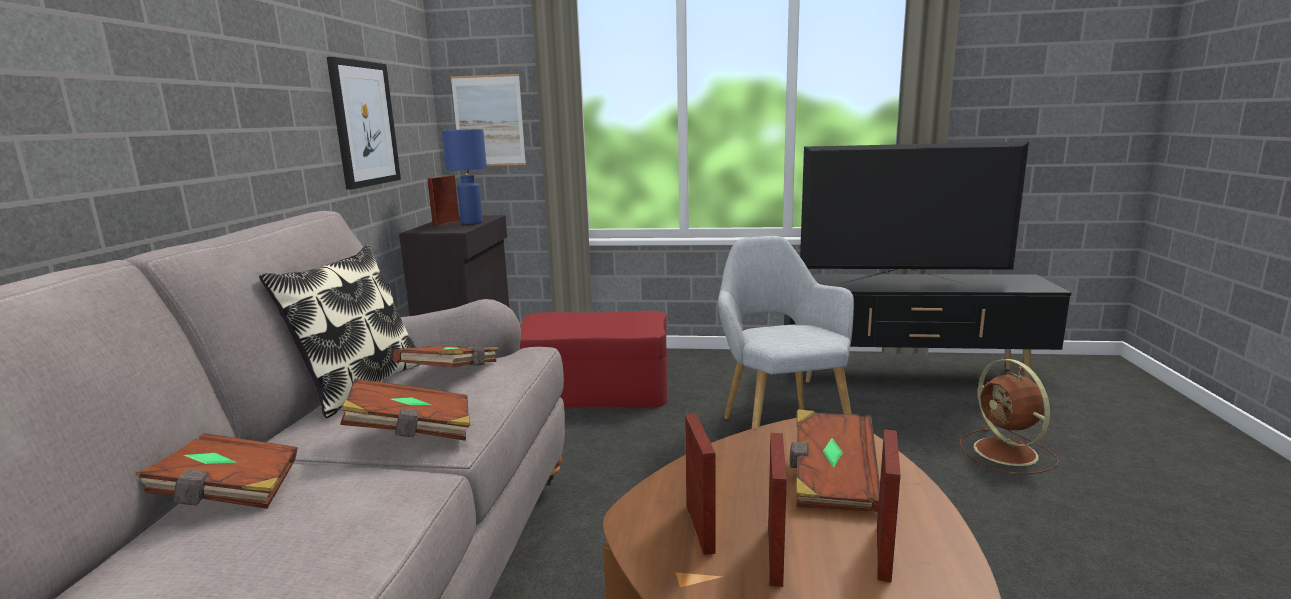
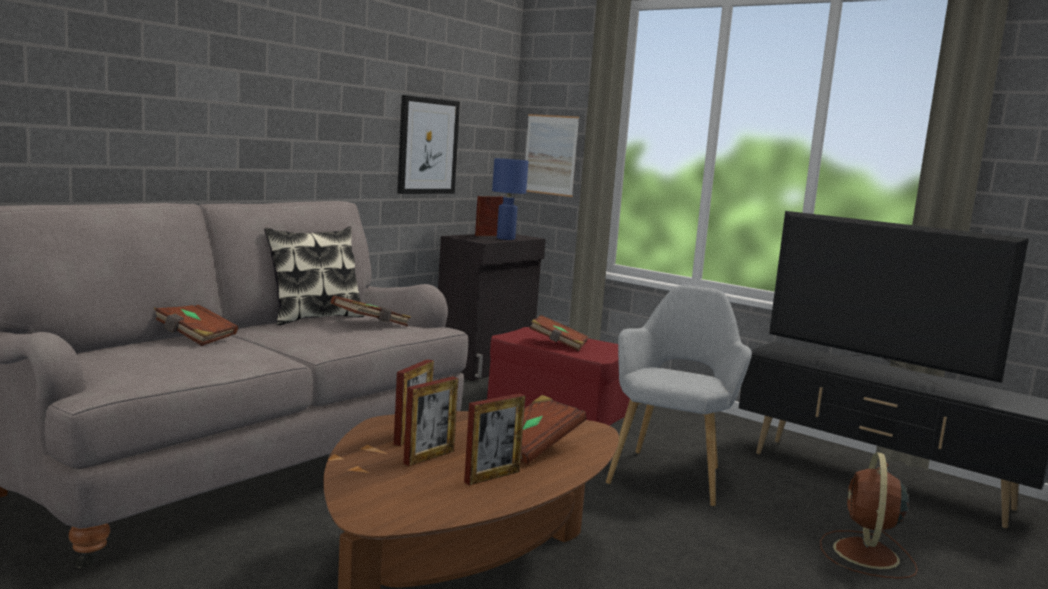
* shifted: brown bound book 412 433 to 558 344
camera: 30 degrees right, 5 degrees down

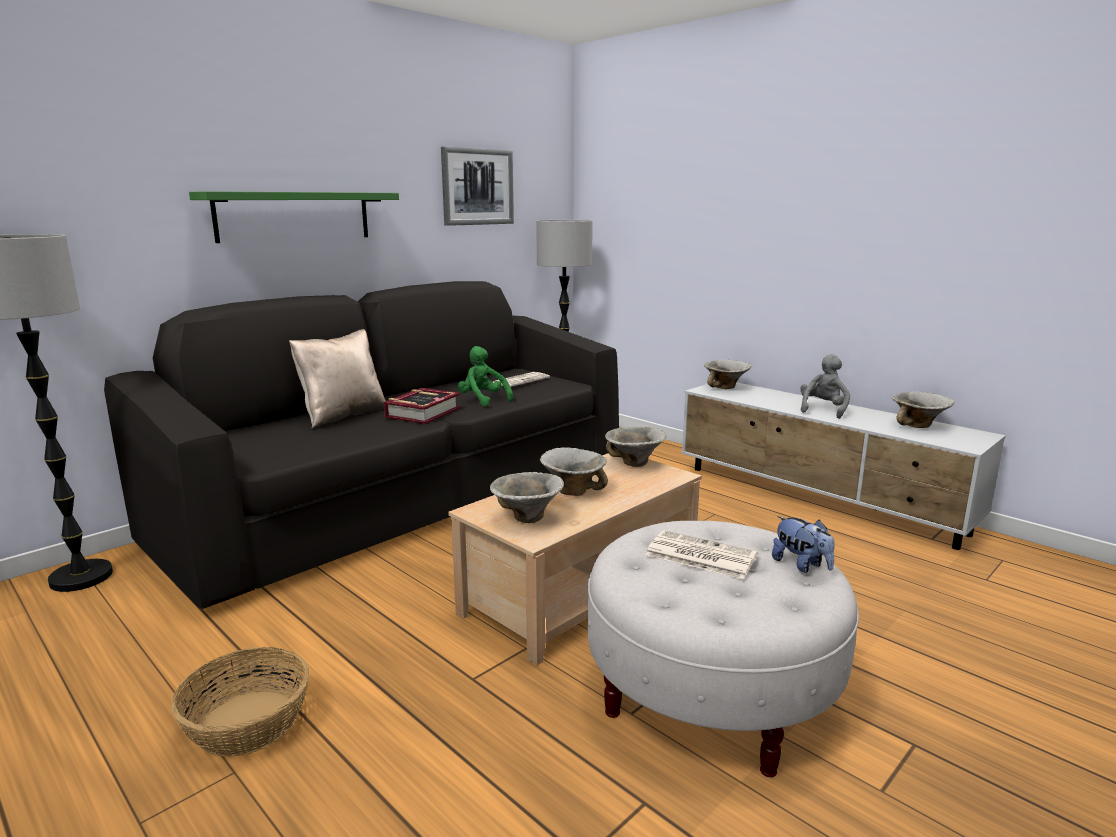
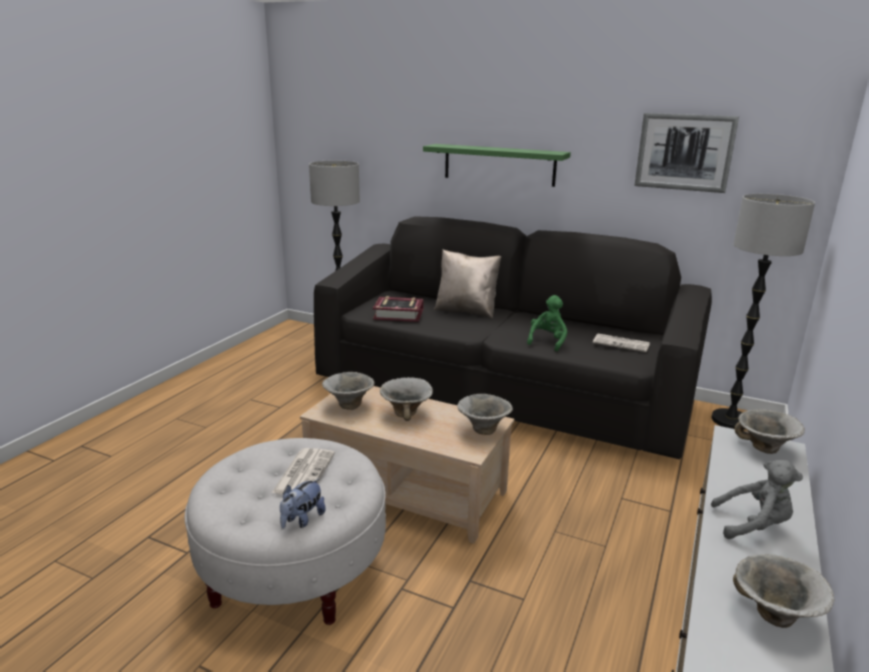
* gone: storage basket 247 723
* shifted: bound book 423 413 to 398 314
camera: 70 degrees right, 5 degrees up

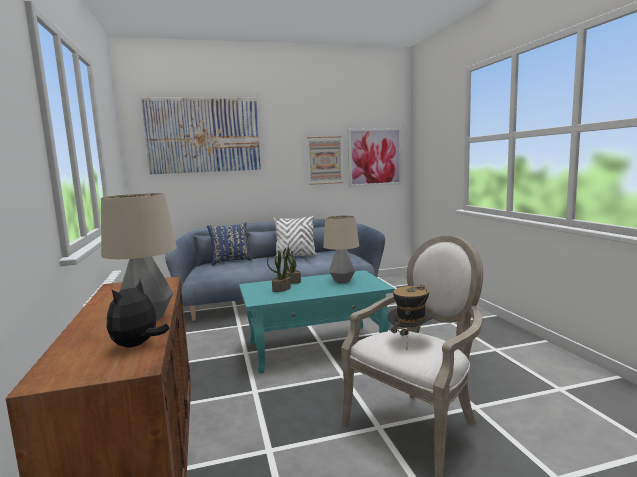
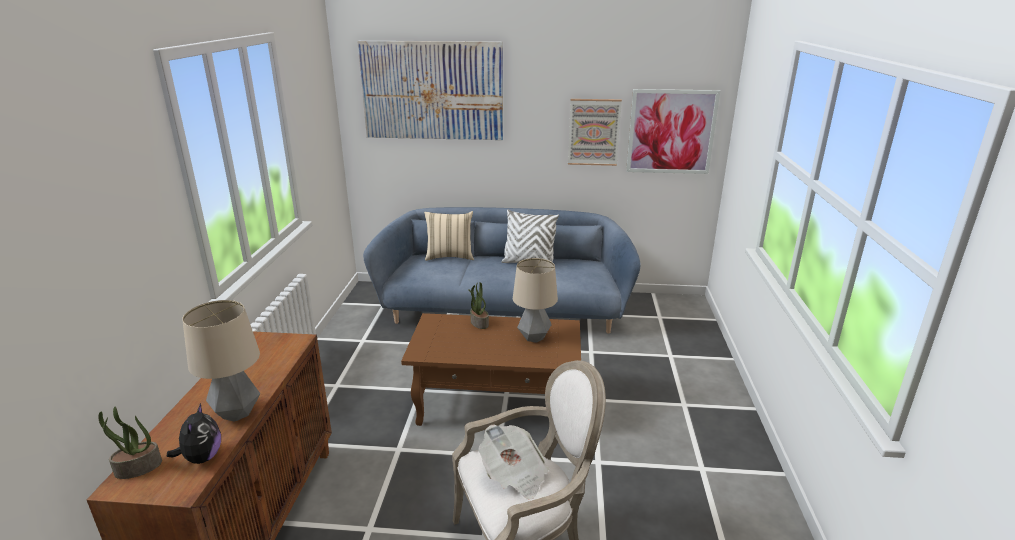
* rotated: soft toy 137 345 = 202 457 135 degrees clockwise
* repainted: blue pillow 230 261 to beige-coloured pillow 450 256
* repainted: blue-green lounge table 317 347 to brown lounge table 497 403
* shifted: potted plant 281 289 to 138 468
* swapped: wearable hat 411 341 to printed paper 514 475
camera: 20 degrees right, 15 degrees up

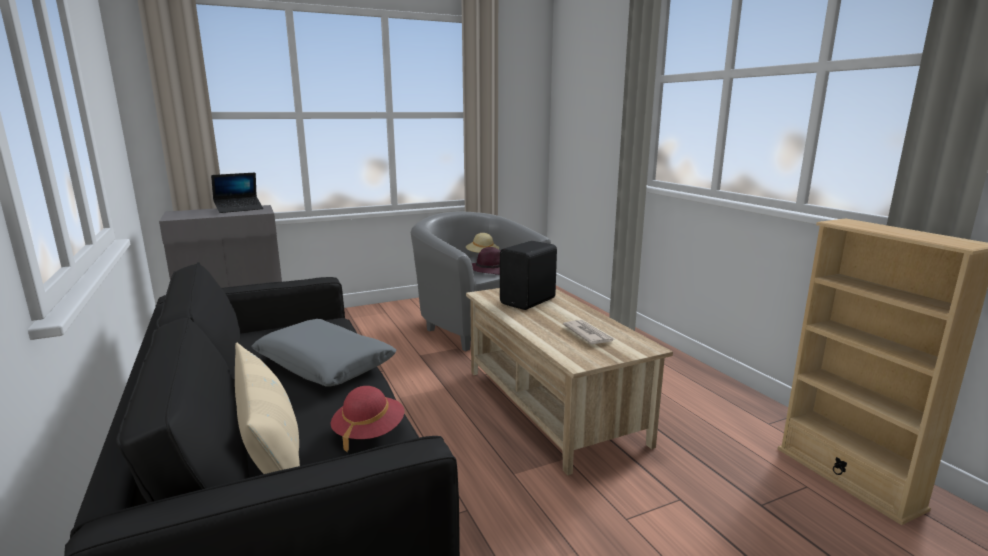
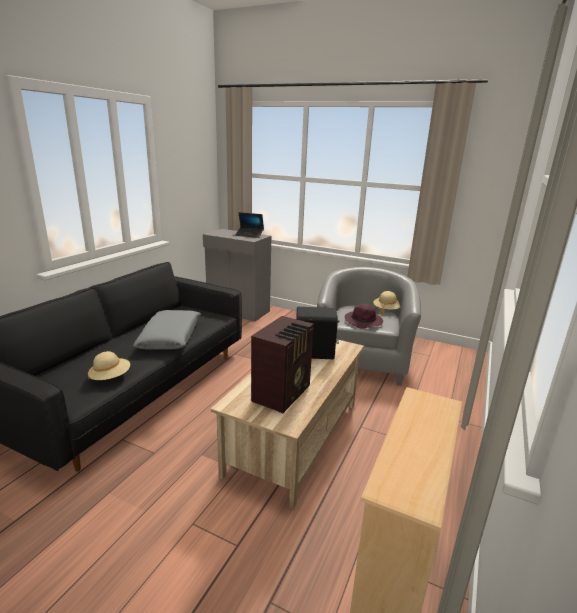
* gone: beige-coloured pillow 271 447
* repainted: red wearable hat 369 432 to beige-coloured wearable hat 110 377
* swapped: printed paper 588 334 to radio set 283 393
camera: 50 degrees right, 5 degrees up

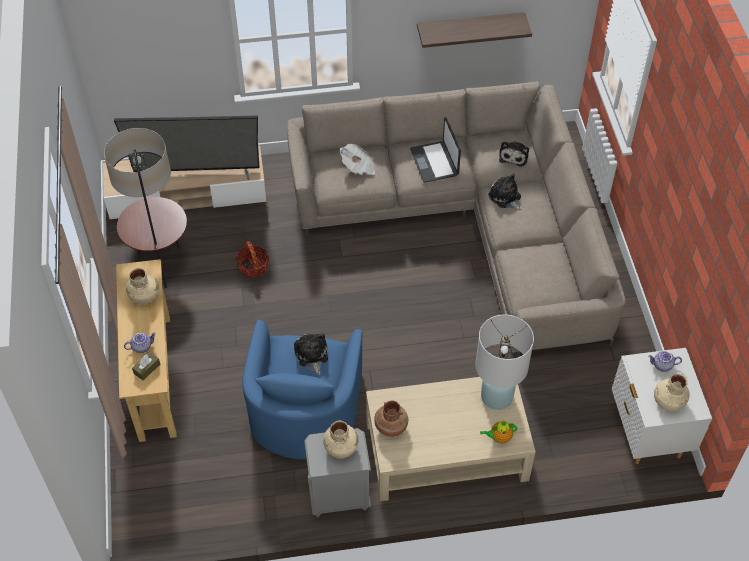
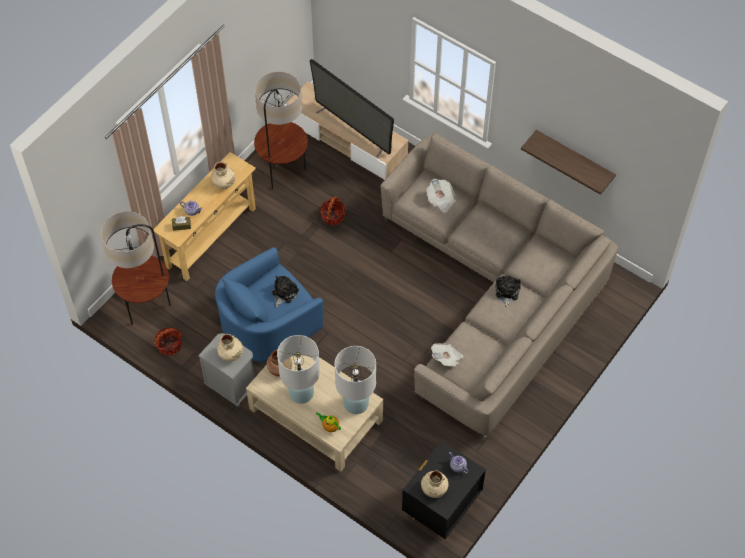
* gone: portable computer 435 162
* gone: soft toy 514 155
* repainted: white-coloured nightstand 648 434 to blackish nightstand 441 509
* new: standard lamp 148 308
* new: storage basket 169 345
* new: white-coloured table lamp 301 393
* new: printed paper 447 358
camera: 45 degrees right, 5 degrees up

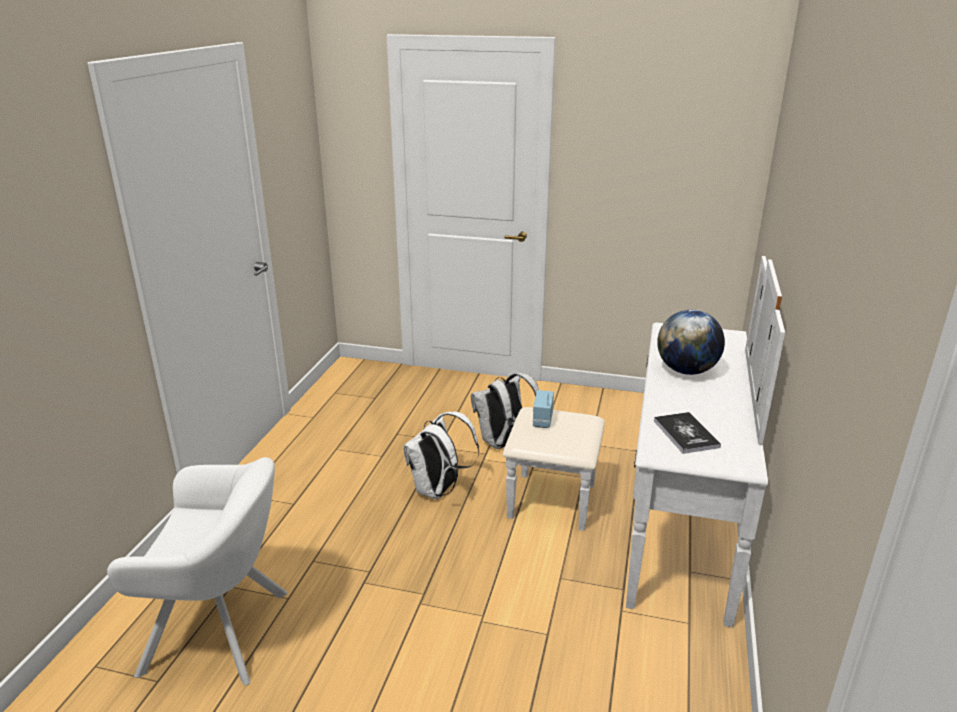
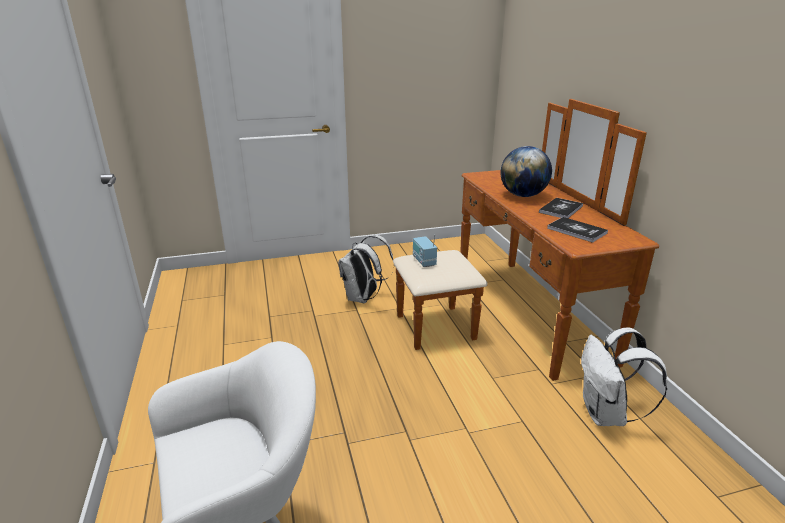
* shifted: white-coloured backpack 438 490 to 606 415
* repainted: white-coloured dresser 649 516 to brown dresser 508 316
* new: bound book 561 209
camera: 30 degrees left, 0 degrees up

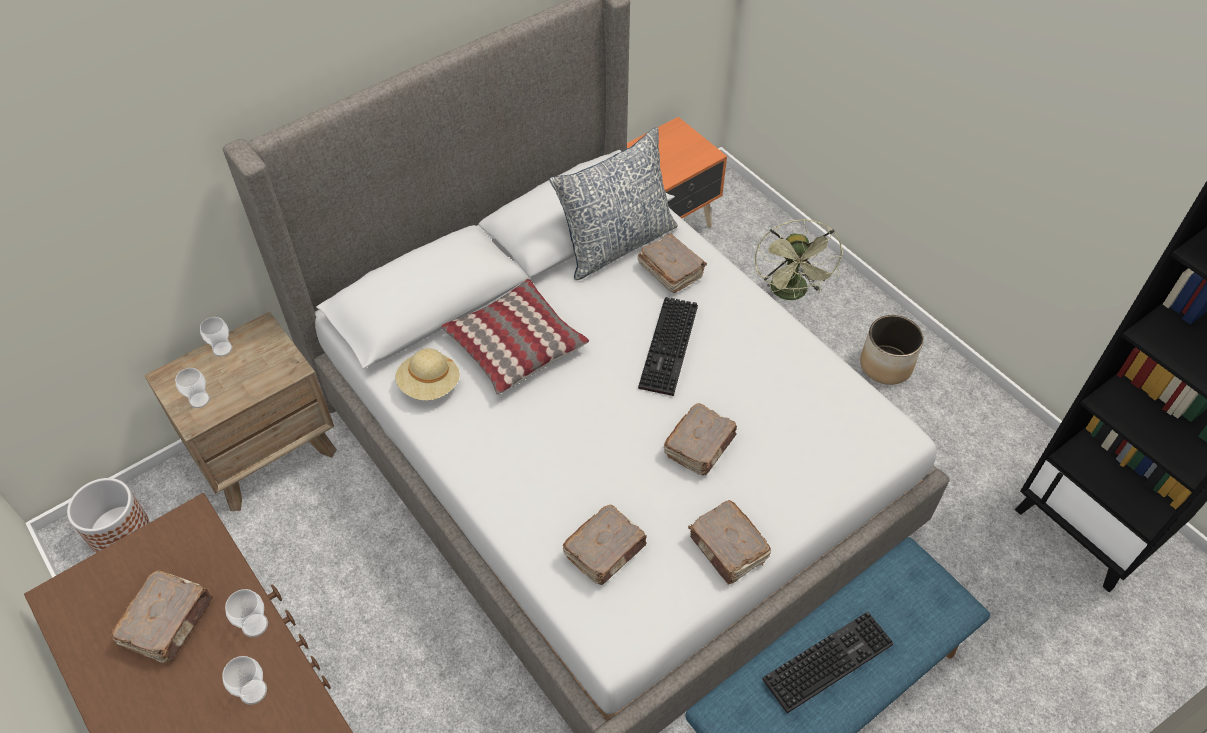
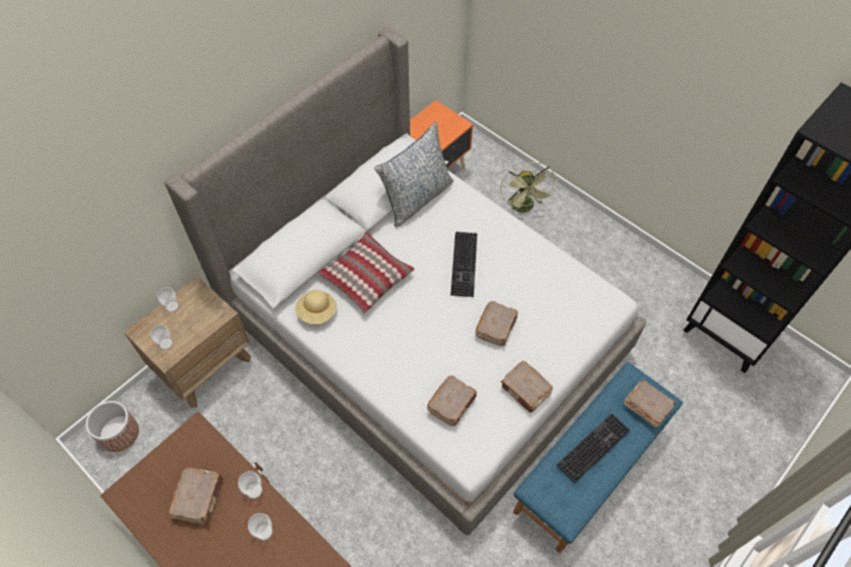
* shifted: brown bound book 670 270 to 646 406
* gone: plant pot 886 365
camera: 10 degrees left, 5 degrees up

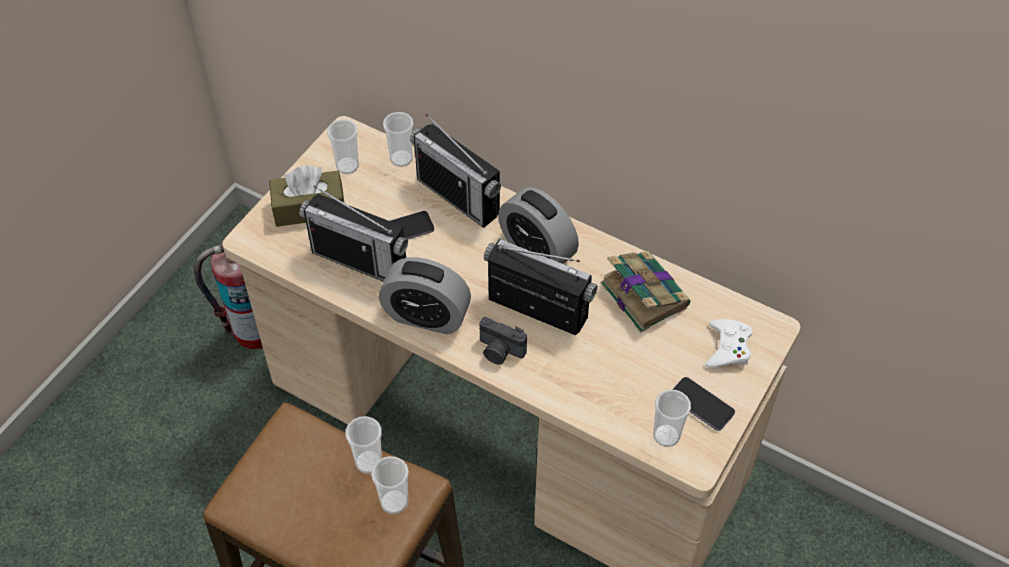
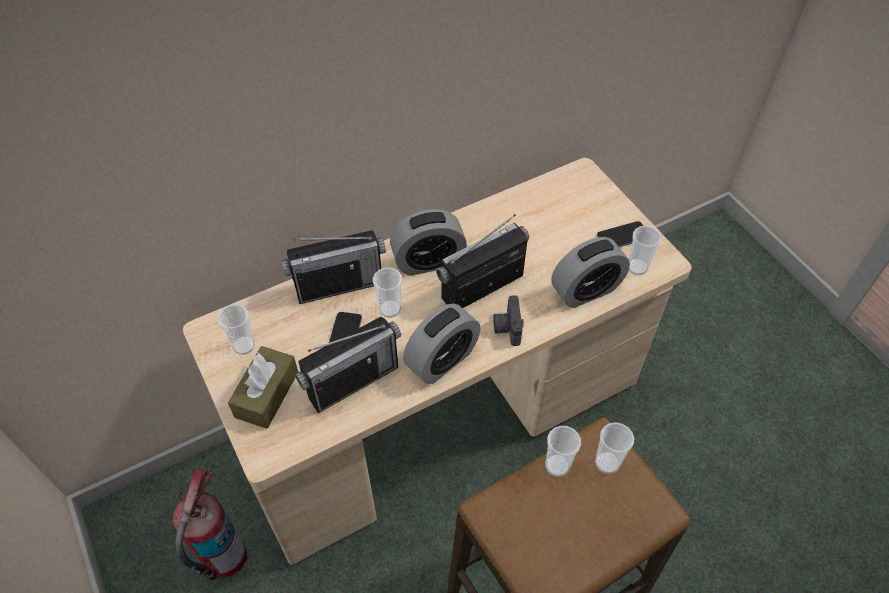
* shifted: small cup 401 158 to 390 309
* rotated: photo camera 499 351 = 507 328 120 degrees clockwise
* gone: bound book 643 293
* gone: white-coloured joypad 727 348
* new: table clock 586 290
camera: 60 degrees left, 0 degrees up

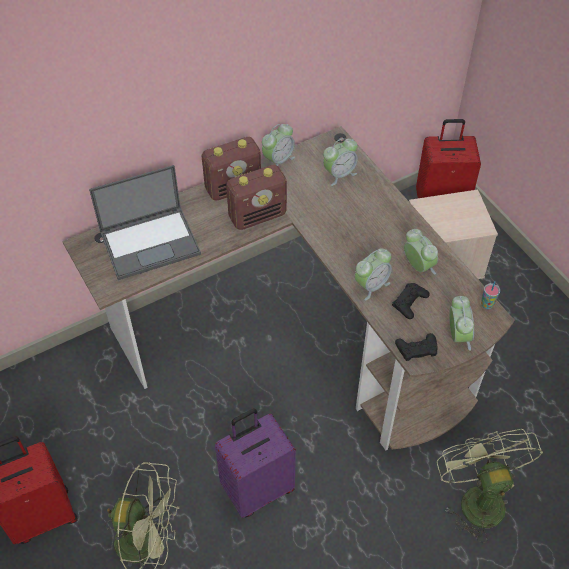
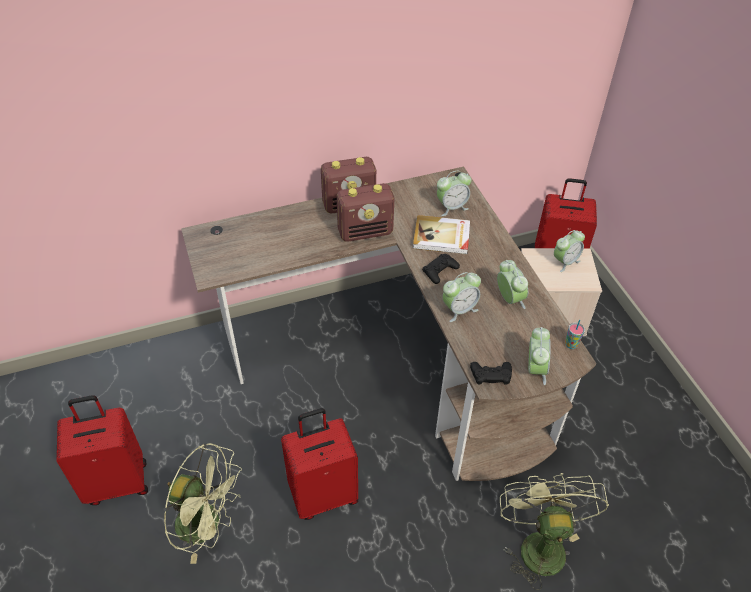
* gone: portable computer 151 242
* repainted: purplish suitcase 257 488 to red suitcase 323 494
* shifted: table clock 278 160 to 565 262
* shifted: blackish joypad 409 302 to 440 271
* new: bound book 442 237
camera: 10 degrees right, 5 degrees down

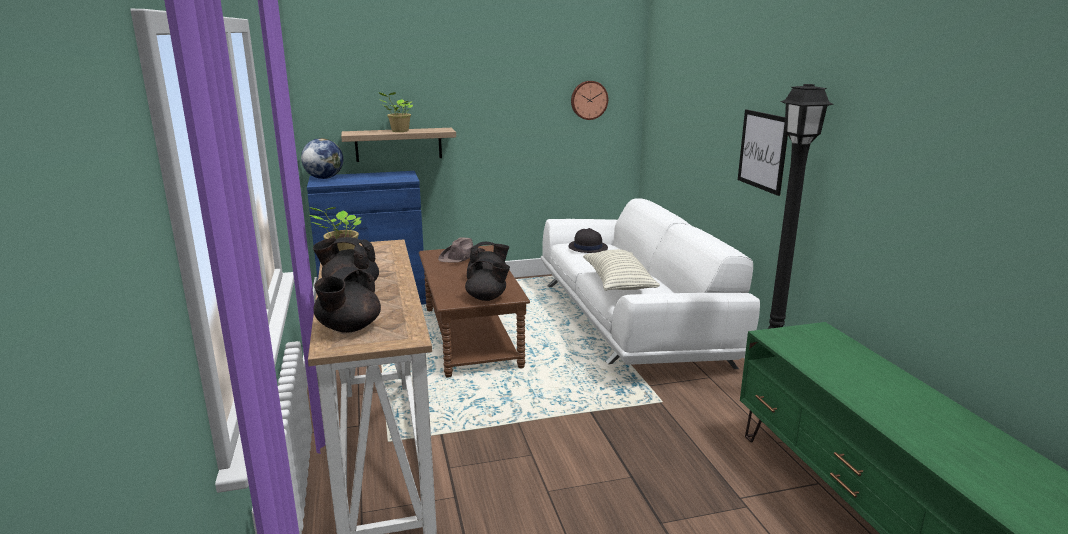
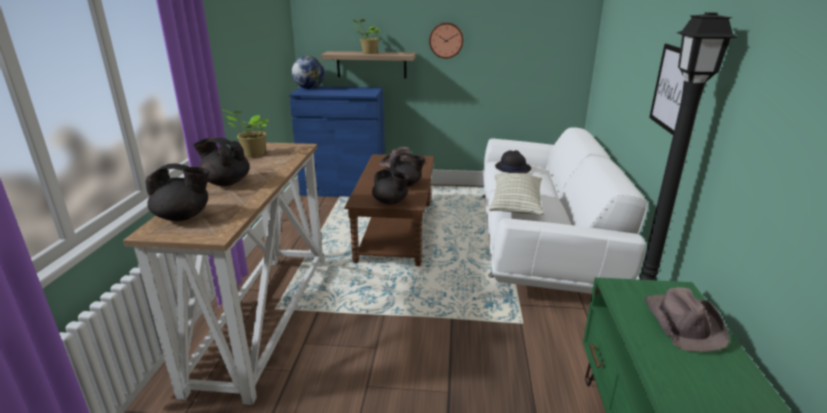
* rotated: blackish teapot 348 328 = 183 217 135 degrees counterclockwise
* shifted: hanging clock 588 100 to 446 40
* new: brown wearable hat 683 322
camera: 20 degrees right, 5 degrees up

